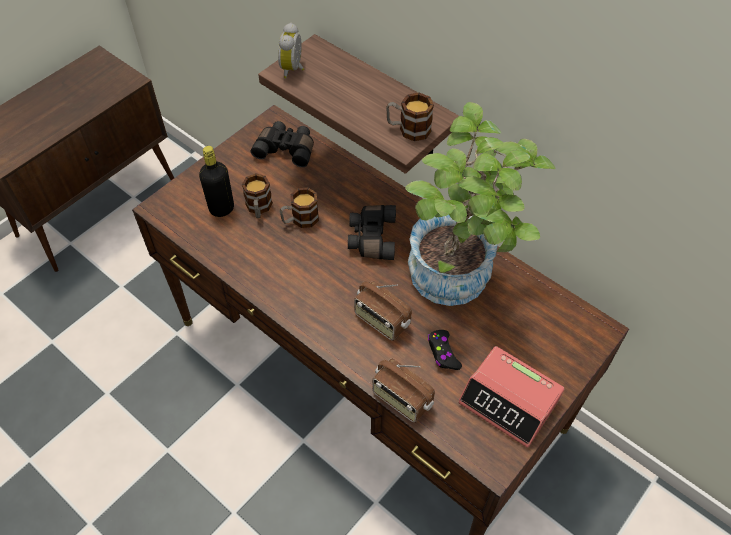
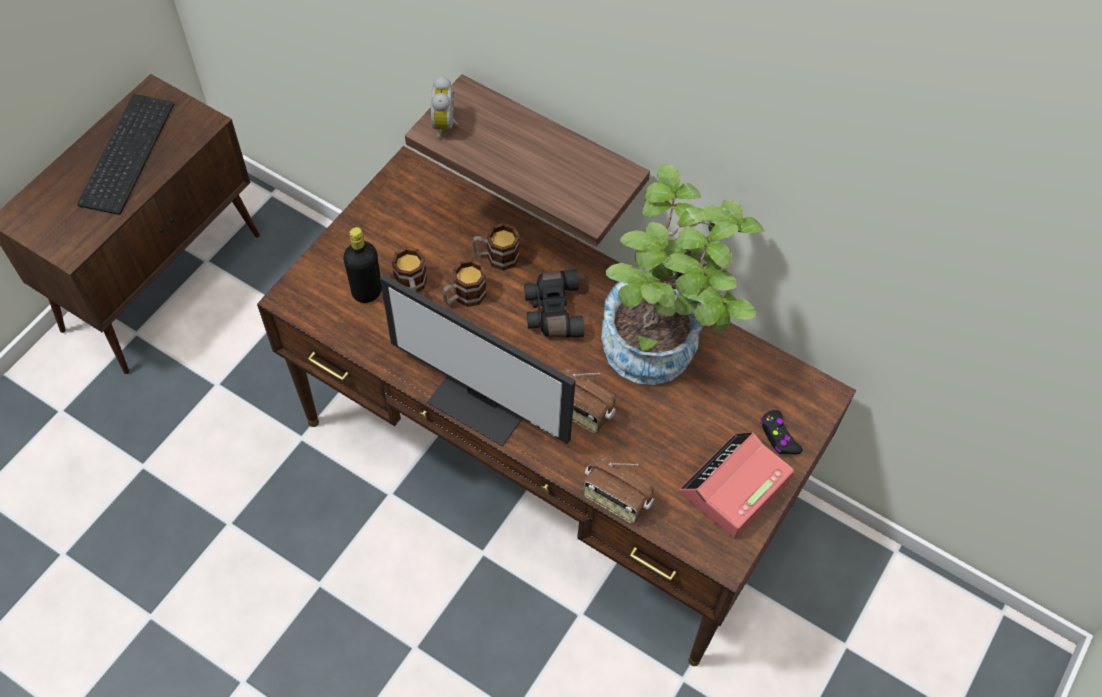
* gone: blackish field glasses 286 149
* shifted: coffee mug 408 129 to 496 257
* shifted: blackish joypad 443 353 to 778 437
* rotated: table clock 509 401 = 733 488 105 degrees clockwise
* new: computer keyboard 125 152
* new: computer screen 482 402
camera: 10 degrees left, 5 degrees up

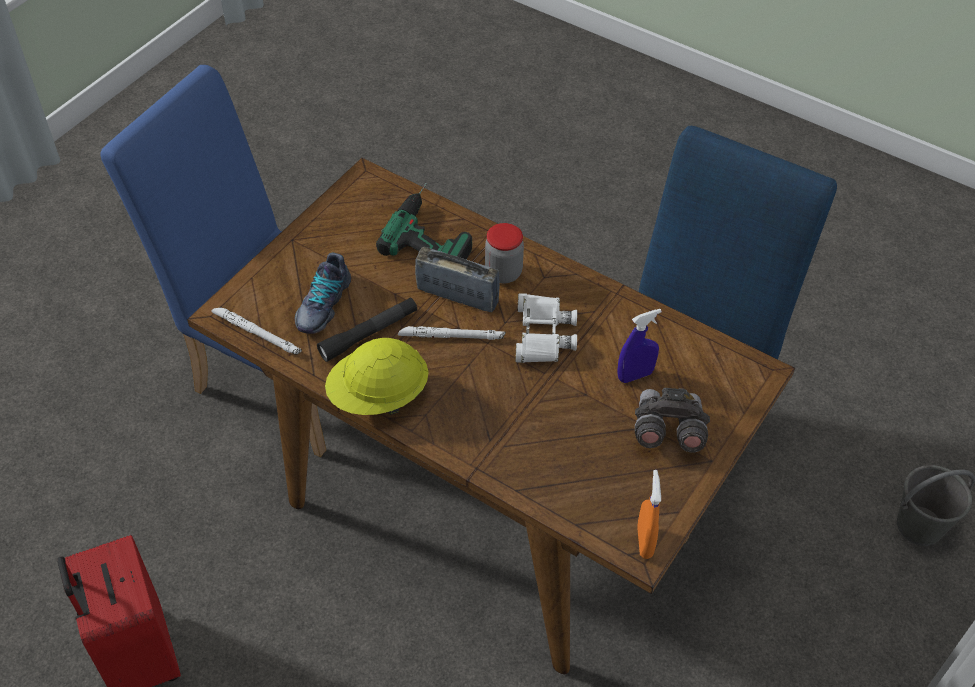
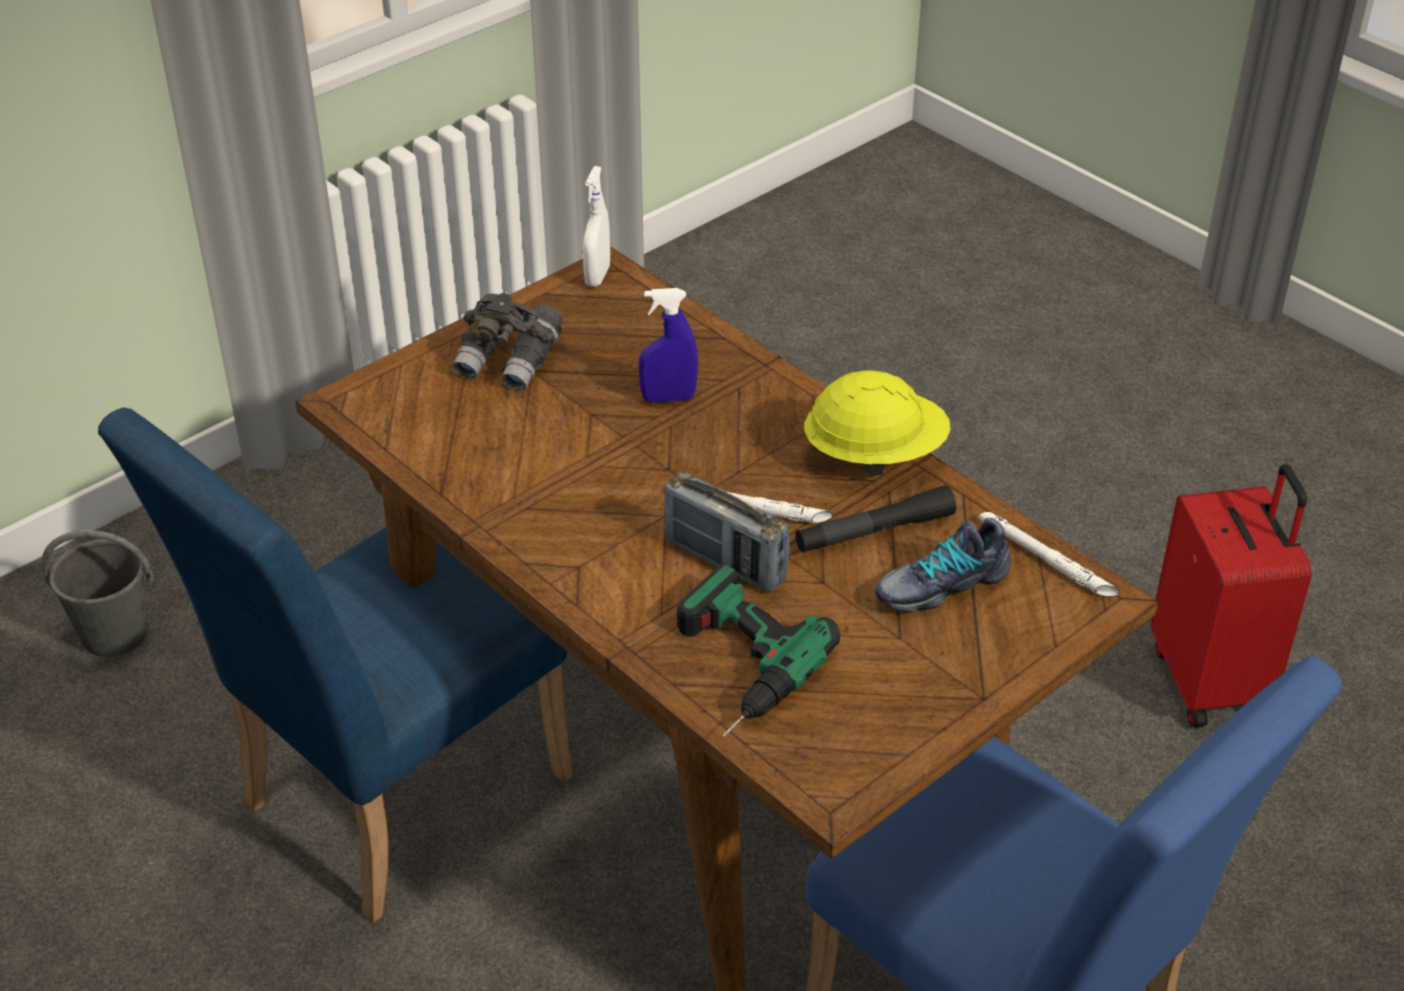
* rotated: item of footwear 322 304 = 940 584 150 degrees counterclockwise
* gone: preserve jar 503 273
* gone: white-coloured field glasses 542 334
* shifted: blue hand sprayer 635 375 to 668 398
* repainted: orangey hand sprayer 644 542 to white-coloured hand sprayer 597 276
camera: 165 degrees left, 10 degrees down

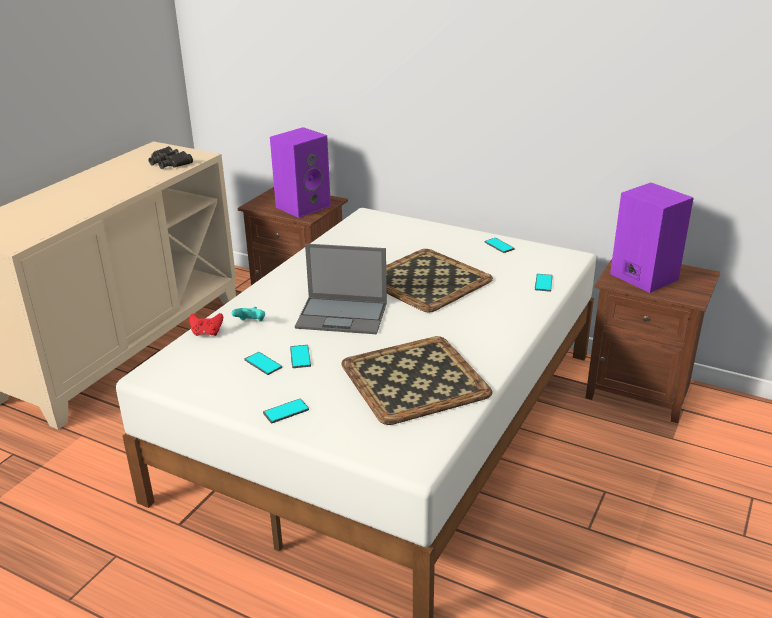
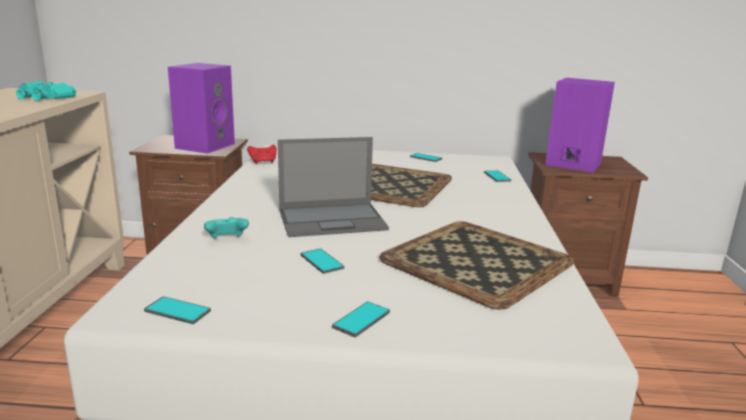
* repainted: blackish field glasses 170 163 to blue-green field glasses 45 98
* shifted: red joypad 207 333 to 263 162
* shifted: phone 263 364 to 177 311
camera: 25 degrees left, 10 degrees down

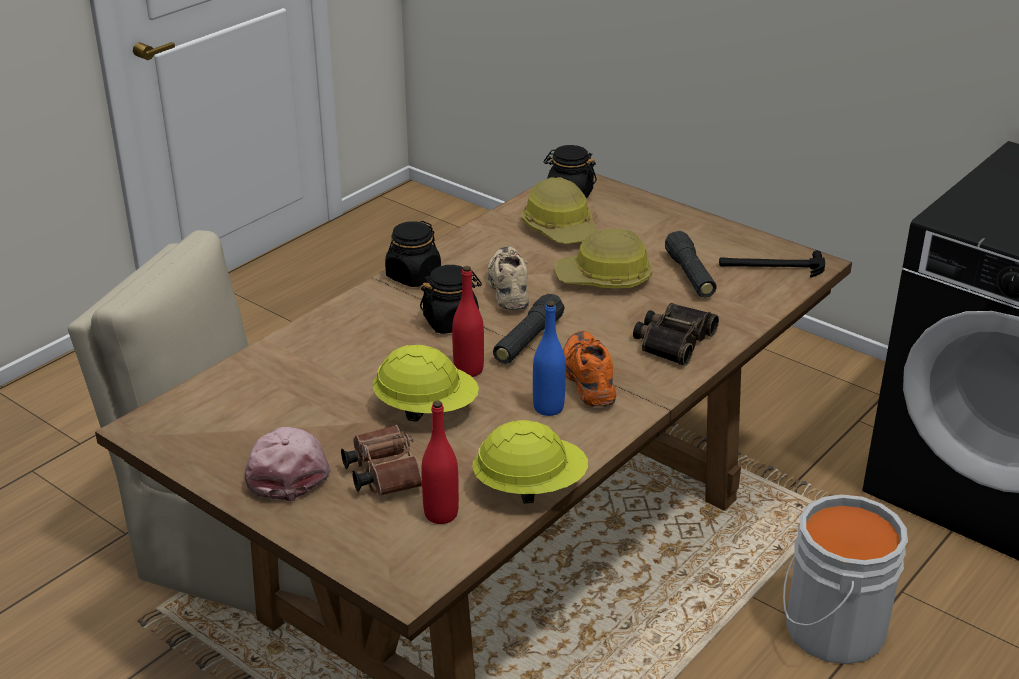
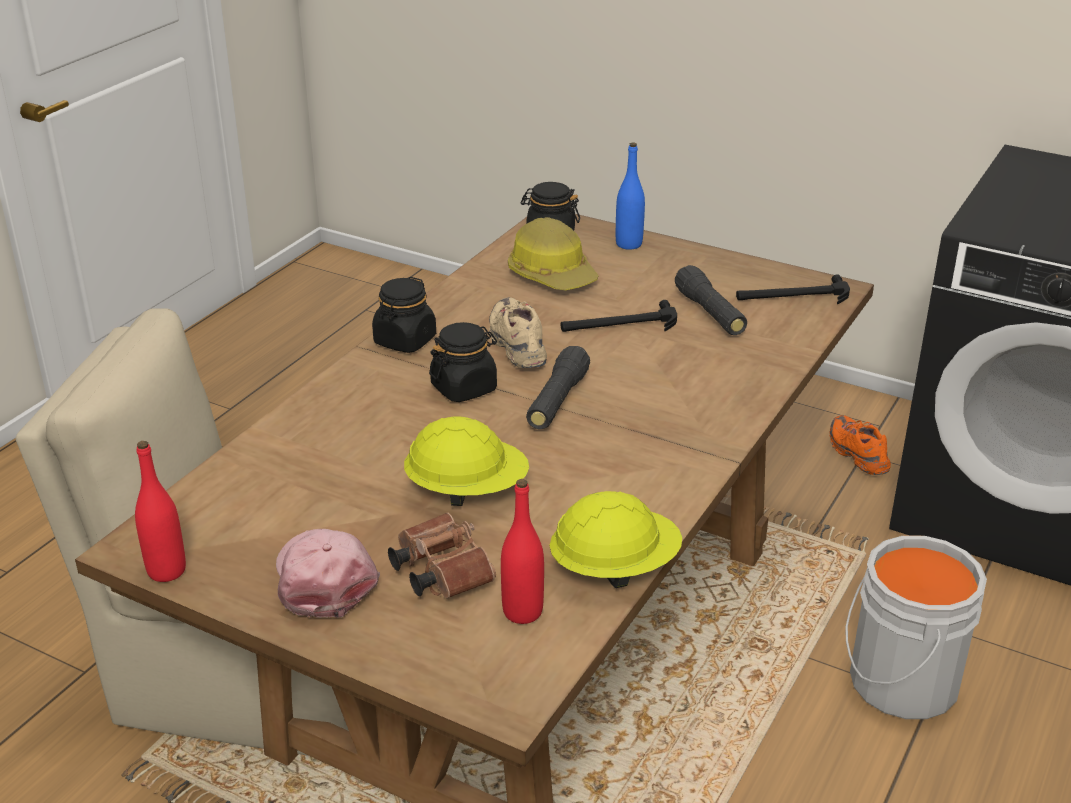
* shifted: red beverage bottle 468 370 to 166 571
* shifted: blue beverage bottle 548 408 to 628 244
* swapped: hard hat 604 279 to hammer 619 325
* shifted: orangey item of footwear 588 380 to 857 454
* gone: field glasses 672 340
camera: 10 degrees left, 0 degrees up

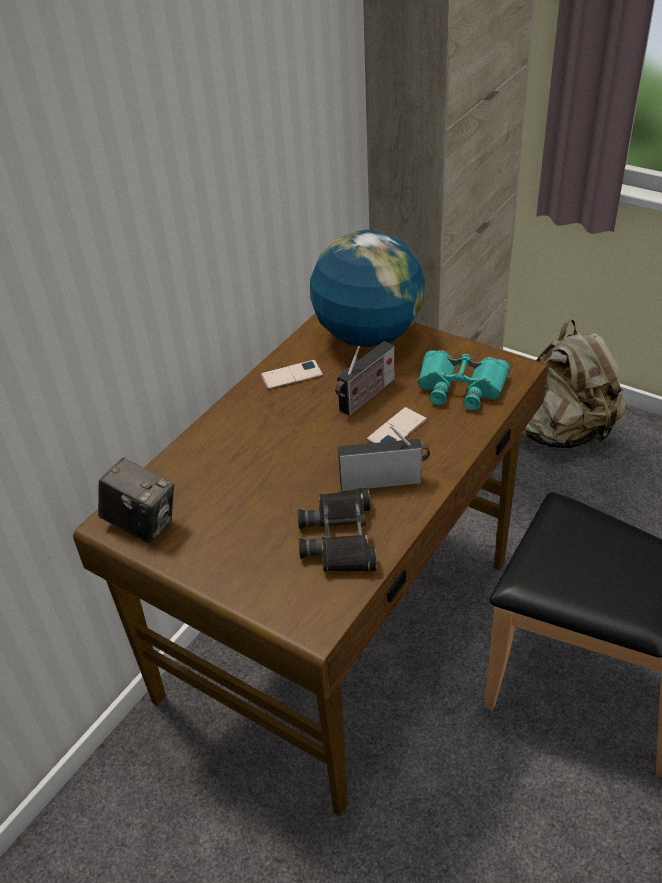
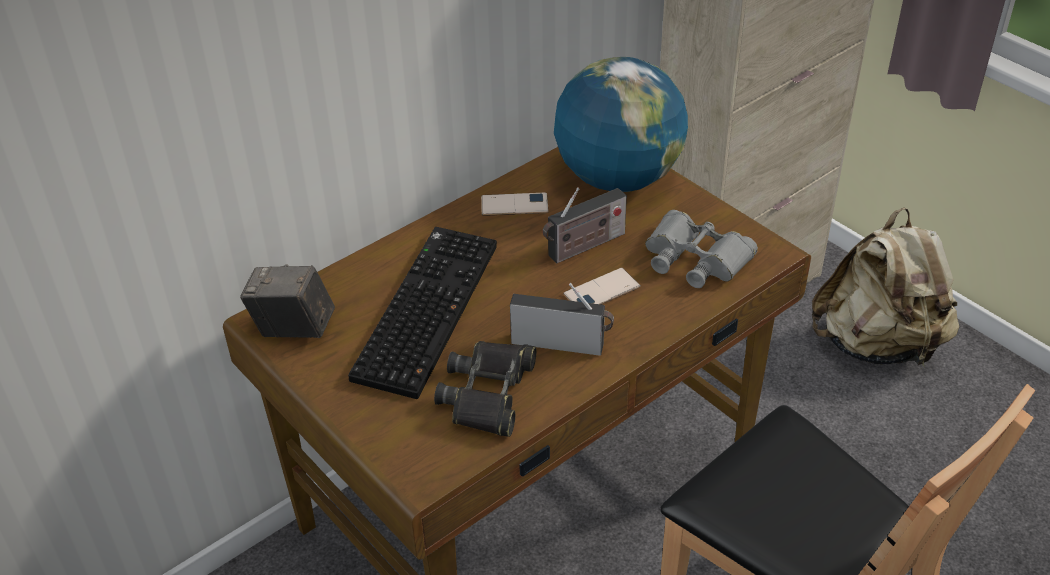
* rotated: photo camera 142 523 = 293 329 150 degrees clockwise
* repainted: blue-green field glasses 461 386 to grey field glasses 695 258
* new: computer keyboard 424 308
camera: 15 degrees right, 0 degrees up

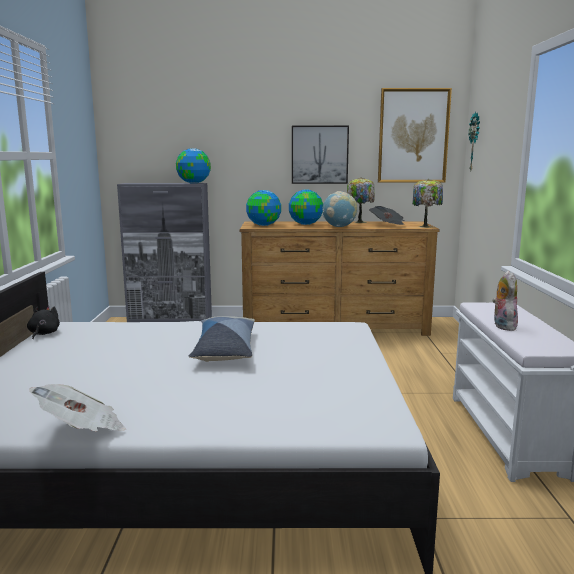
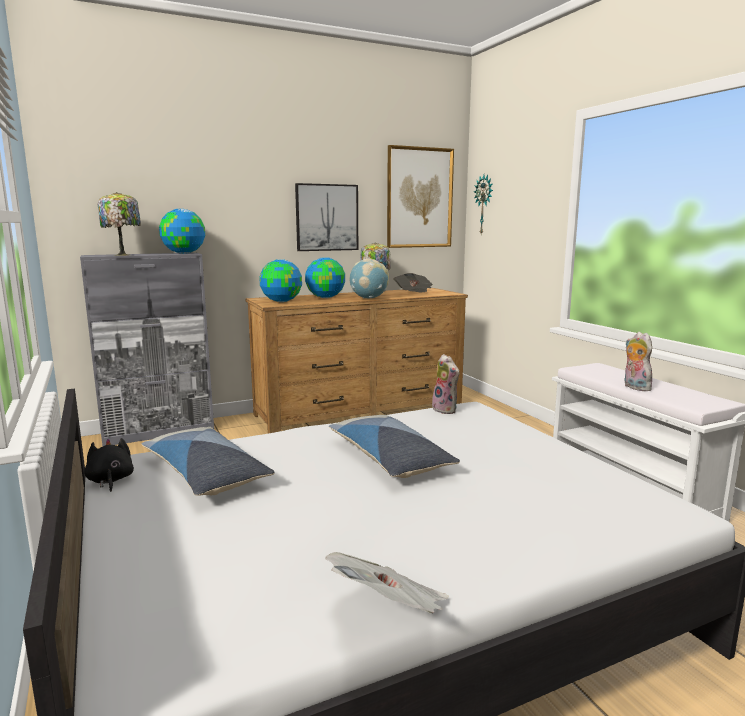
* shifted: table lamp 426 226 to 124 255
* new: pillow 205 474
* new: soft toy 446 410
camera: 25 degrees left, 0 degrees up

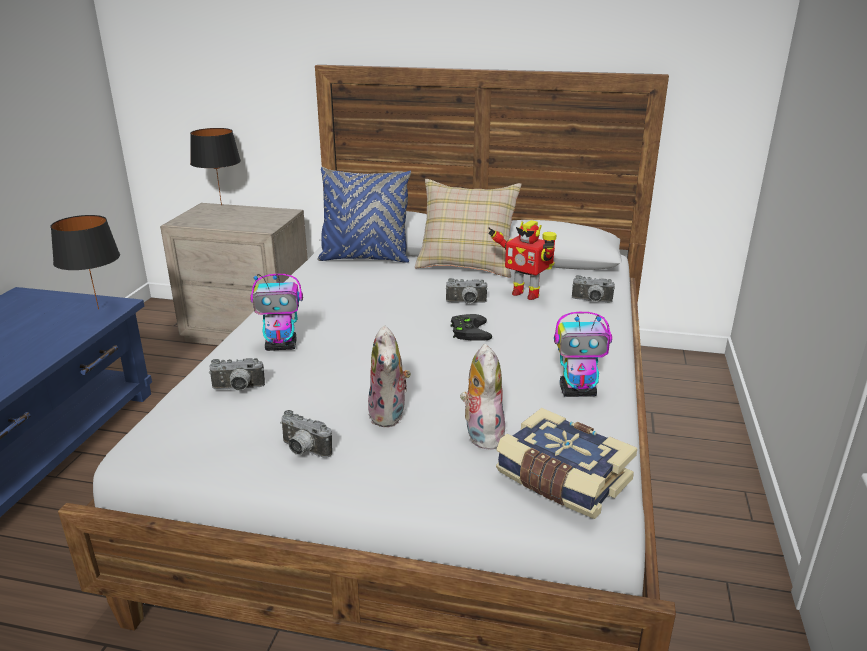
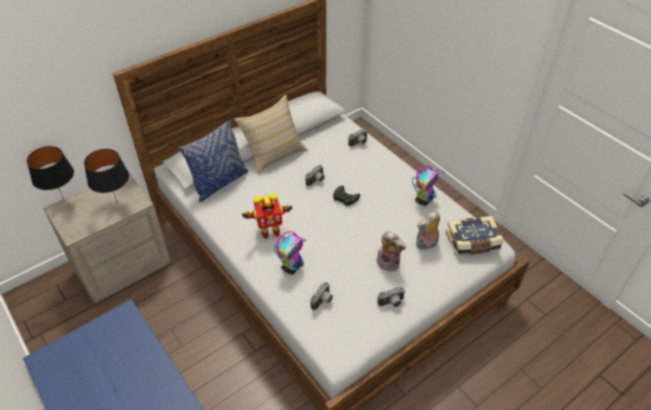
* shifted: blackish table lamp 98 309 to 117 203
* rotated: soft toy 481 434 = 426 245 60 degrees counterclockwise
* shifted: model robot 525 293 to 269 232
camera: 50 degrees left, 20 degrees up

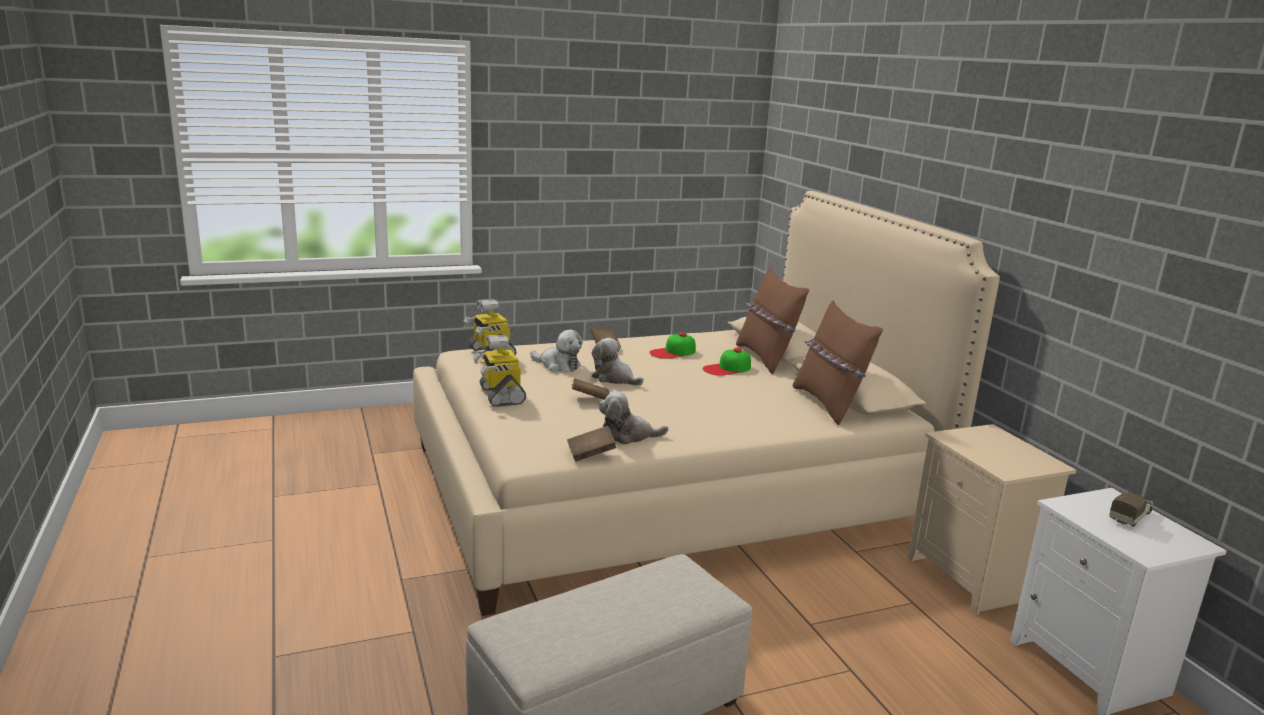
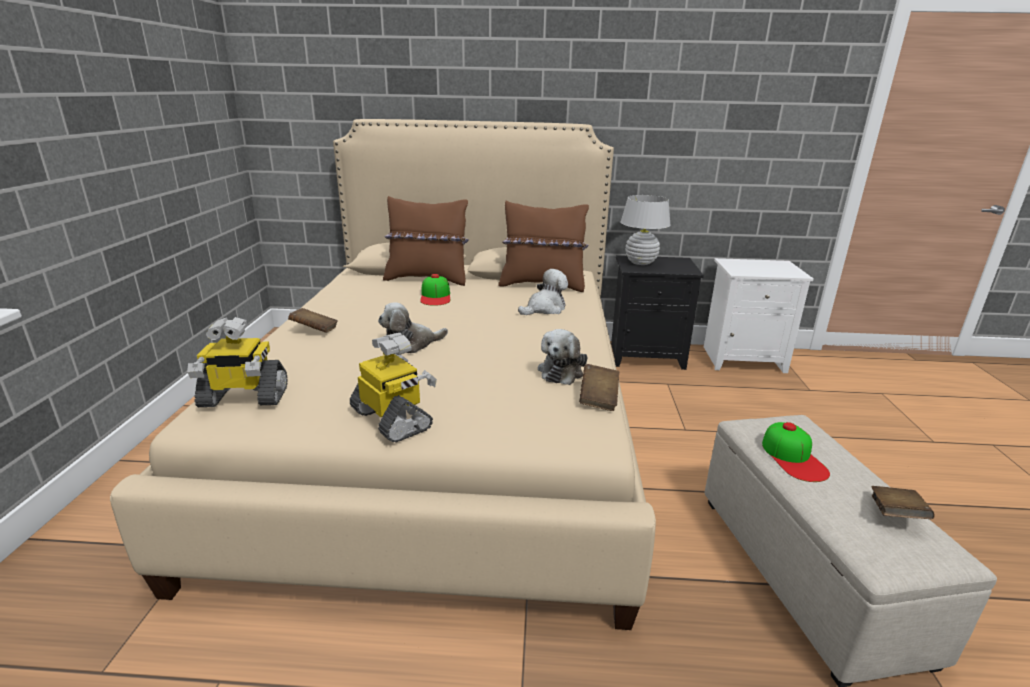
* rotated: model robot 500 395 = 393 419 135 degrees counterclockwise
* shifted: soft toy 558 365 to 545 309
* shifted: brown bound book 590 399 to 895 515
* shifted: baseball cap 673 352 to 793 457
* repainted: beige-coloured nightstand 974 579 to blackish nightstand 647 355
* gone: toy truck 1130 517
* new: white-coloured table lamp 640 262
camera: 65 degrees left, 5 degrees up

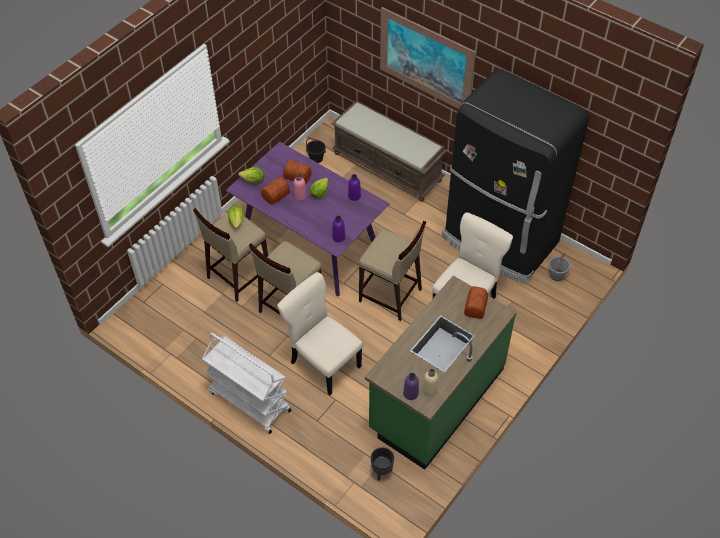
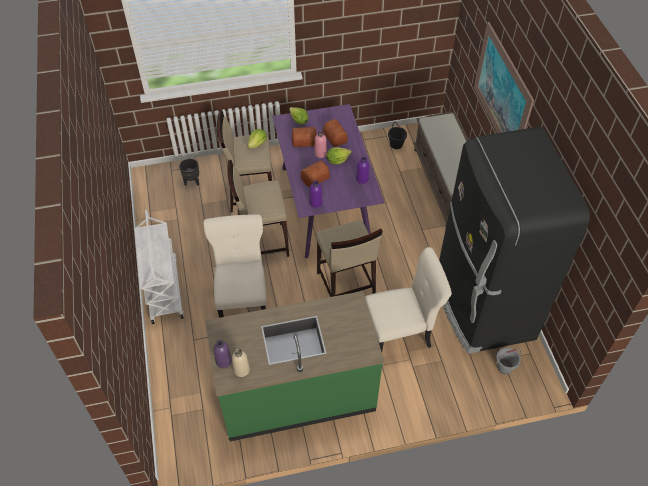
* shifted: blackish plant pot 382 471 to 192 182
* shifted: bakery bread 475 307 to 314 178
camera: 40 degrees right, 0 degrees up

